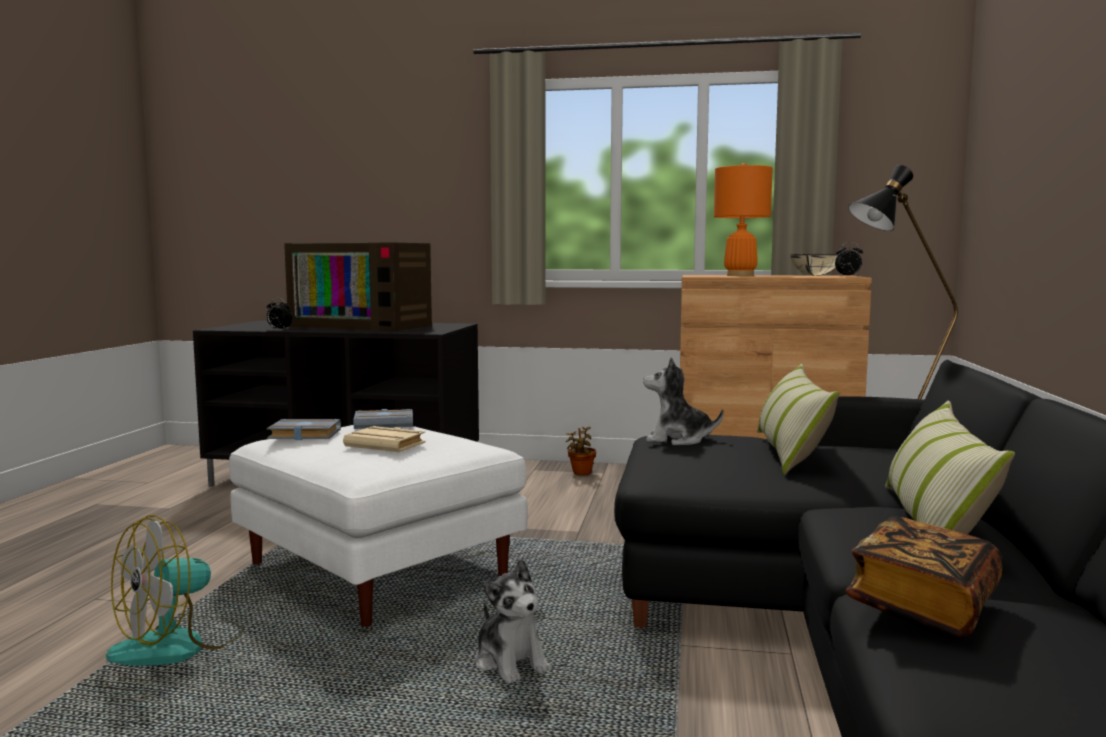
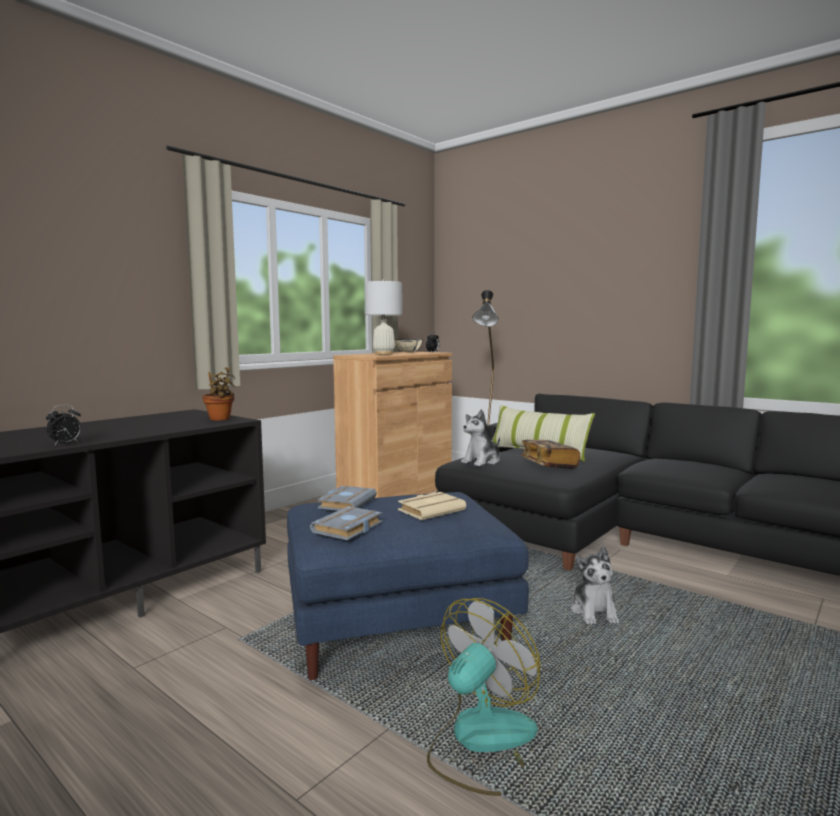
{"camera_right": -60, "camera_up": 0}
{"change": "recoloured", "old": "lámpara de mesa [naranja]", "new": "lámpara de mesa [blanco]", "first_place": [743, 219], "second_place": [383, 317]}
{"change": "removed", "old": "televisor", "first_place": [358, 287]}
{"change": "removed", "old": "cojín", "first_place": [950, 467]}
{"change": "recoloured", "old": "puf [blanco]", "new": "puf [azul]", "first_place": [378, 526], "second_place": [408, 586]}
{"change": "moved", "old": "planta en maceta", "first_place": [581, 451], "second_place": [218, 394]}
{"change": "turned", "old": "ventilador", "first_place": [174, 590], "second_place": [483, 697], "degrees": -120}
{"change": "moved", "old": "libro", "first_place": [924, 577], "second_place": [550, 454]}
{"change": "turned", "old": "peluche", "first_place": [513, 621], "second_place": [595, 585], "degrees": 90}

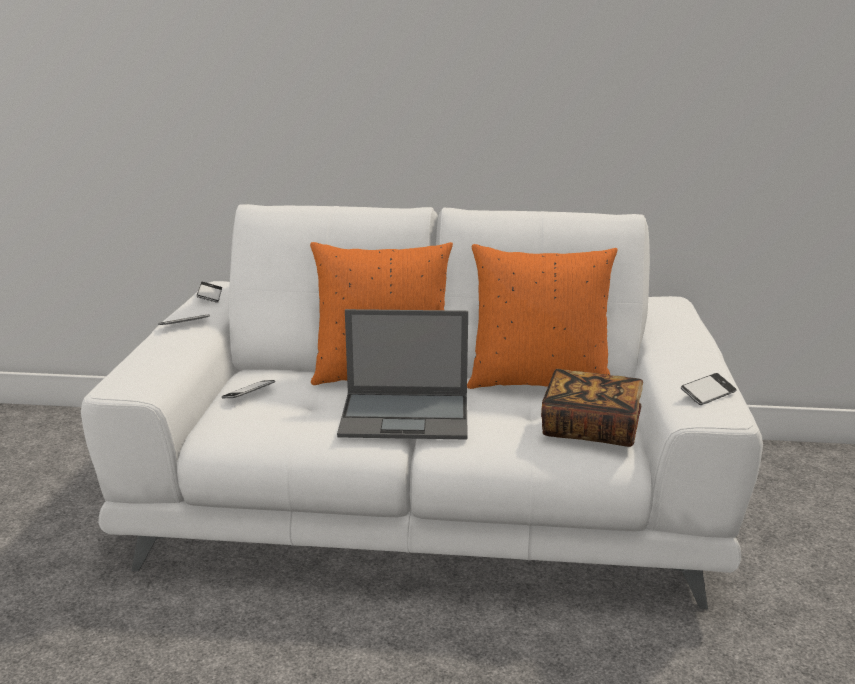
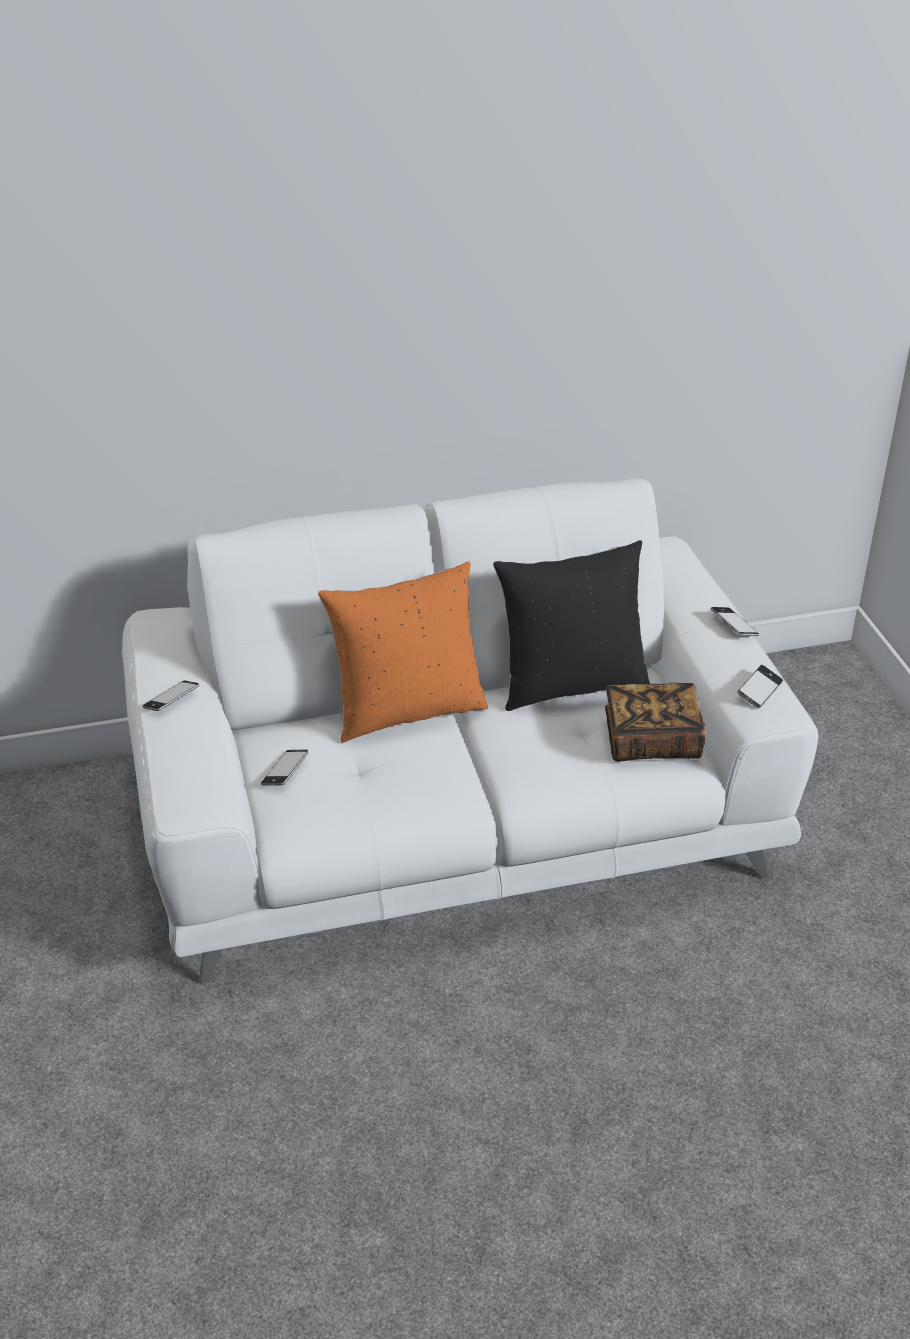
{"camera_right": -20, "camera_up": 15}
{"change": "recoloured", "old": "cojín [naranja]", "new": "cojín [negro]", "first_place": [542, 316], "second_place": [571, 625]}
{"change": "moved", "old": "móvil", "first_place": [209, 292], "second_place": [735, 621]}
{"change": "removed", "old": "portátil", "first_place": [402, 374]}

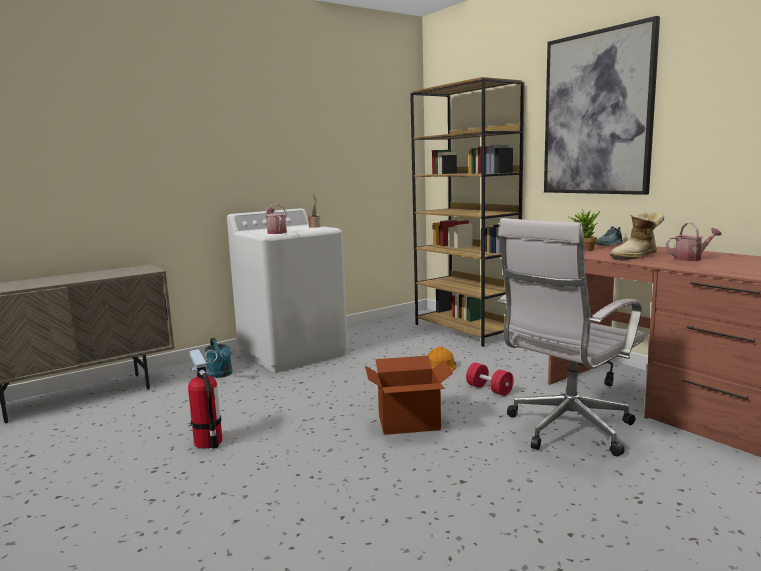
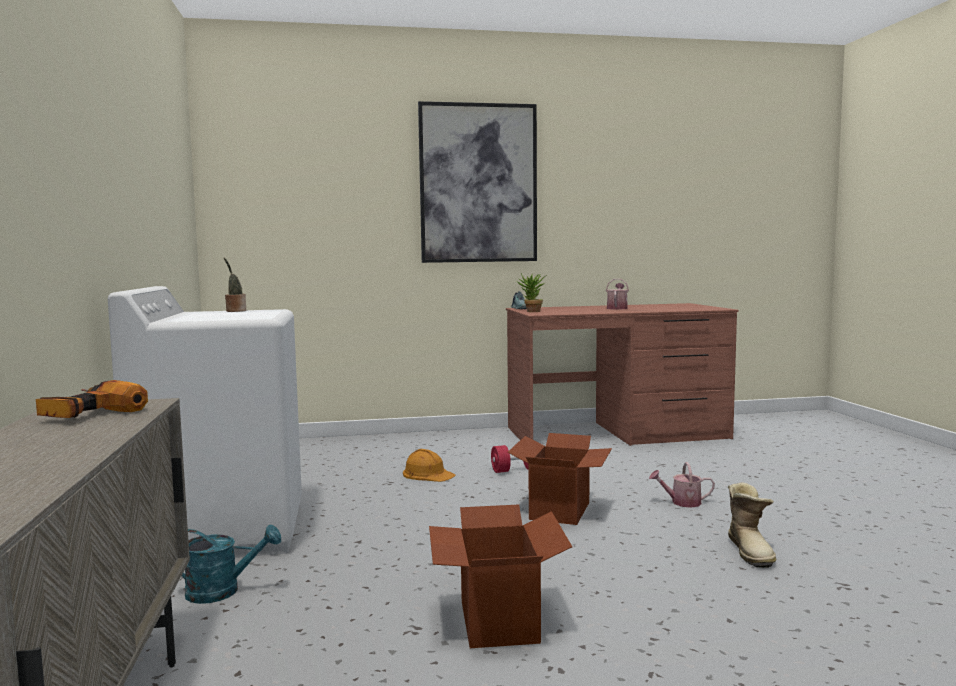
{"camera_right": -65, "camera_up": -5}
{"change": "removed", "old": "estantería [marrón]", "first_place": [467, 212]}
{"change": "moved", "old": "regadera", "first_place": [276, 219], "second_place": [682, 485]}
{"change": "moved", "old": "bota", "first_place": [637, 236], "second_place": [752, 525]}
{"change": "removed", "old": "silla de oficina [blanco]", "first_place": [571, 337]}
{"change": "replaced", "old": "extintor", "new": "caja de cartón", "first_place": [205, 399], "second_place": [500, 576]}
{"change": "added", "new": "taladro", "second_place": [92, 399]}

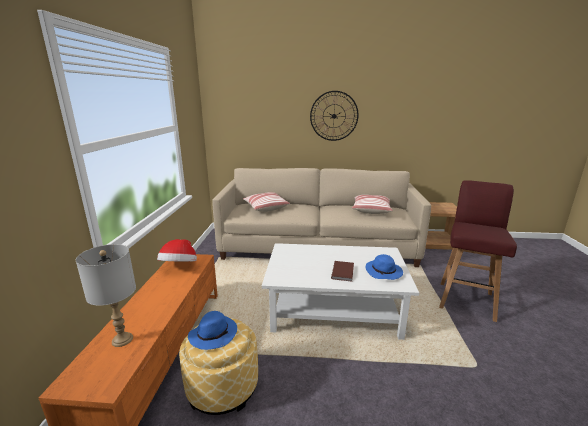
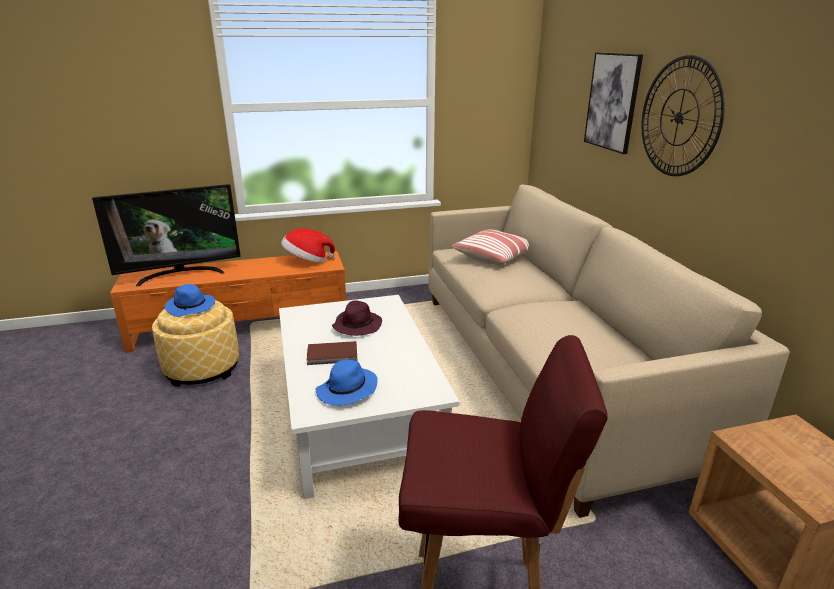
{"camera_right": 70, "camera_up": 5}
{"change": "removed", "old": "cojín", "first_place": [372, 204]}
{"change": "replaced", "old": "lámpara de mesa [gris]", "new": "televisor", "first_place": [106, 295], "second_place": [166, 235]}
{"change": "added", "new": "cuadro", "second_place": [613, 103]}
{"change": "added", "new": "sombrero [morado]", "second_place": [357, 318]}

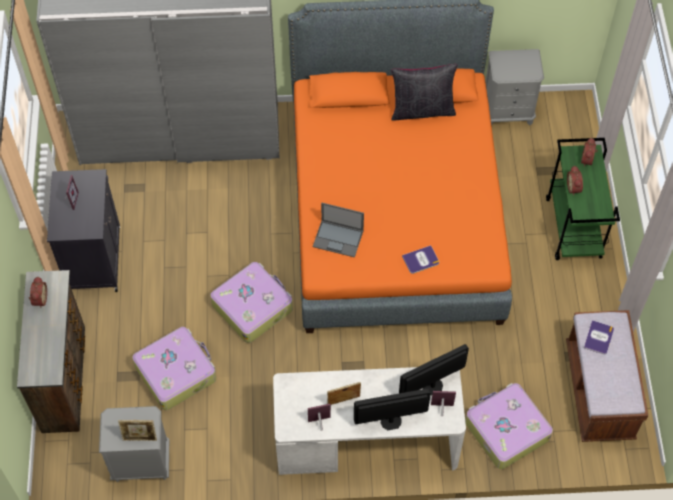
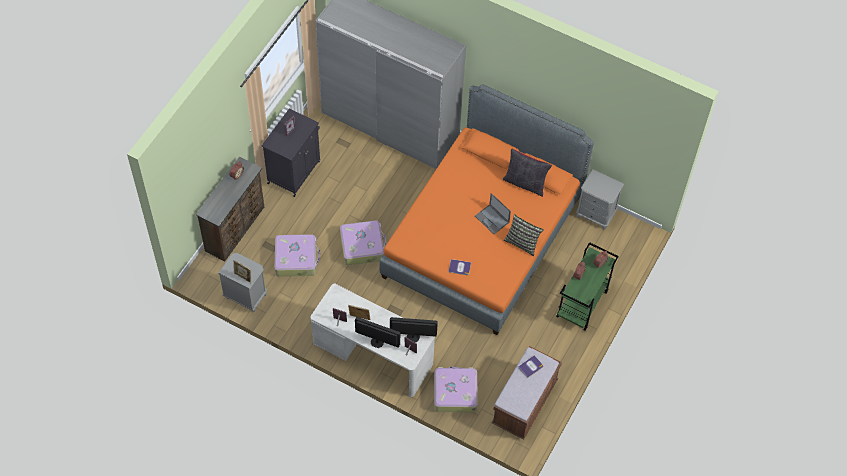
{"camera_right": 30, "camera_up": 0}
{"change": "moved", "old": "portátil", "first_place": [338, 230], "second_place": [493, 213]}
{"change": "added", "new": "cojín", "second_place": [524, 235]}

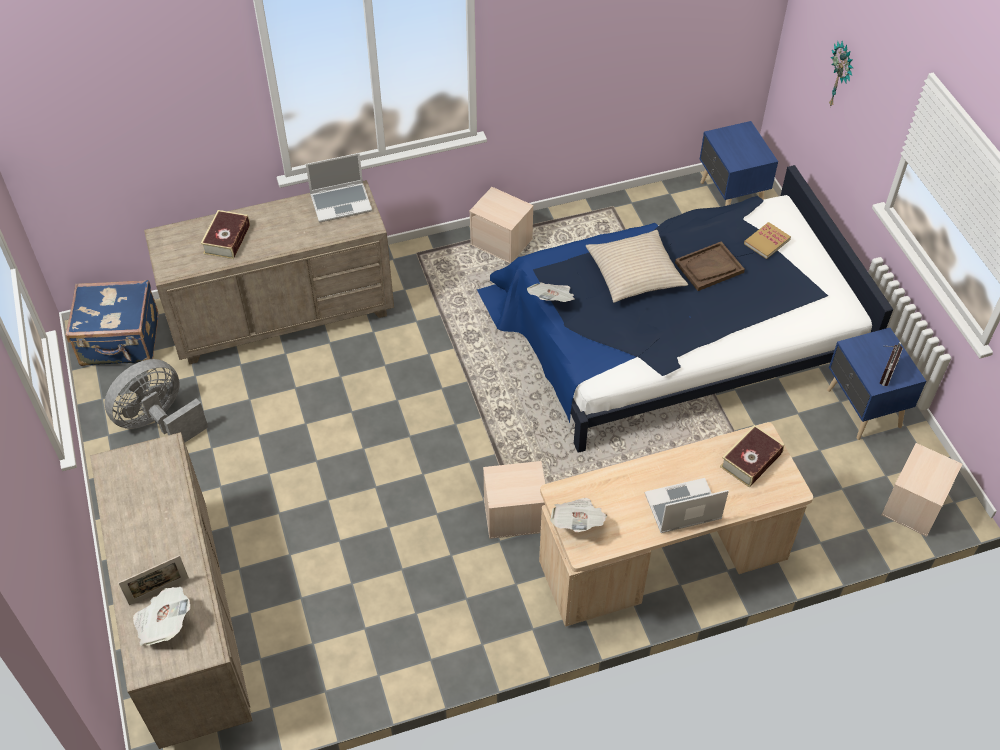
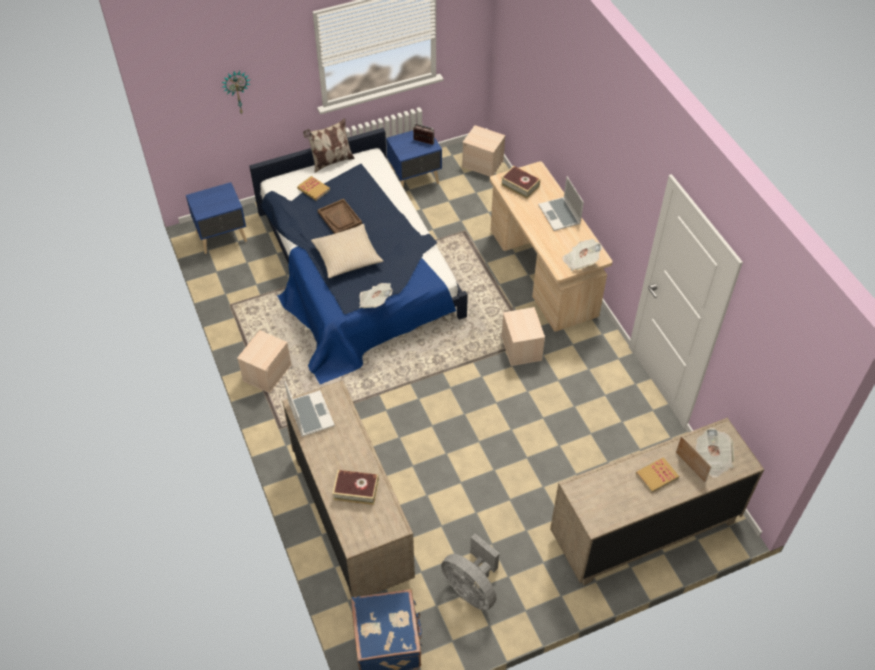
{"camera_right": -95, "camera_up": 0}
{"change": "added", "new": "cojín", "second_place": [329, 145]}
{"change": "added", "new": "libro", "second_place": [657, 475]}

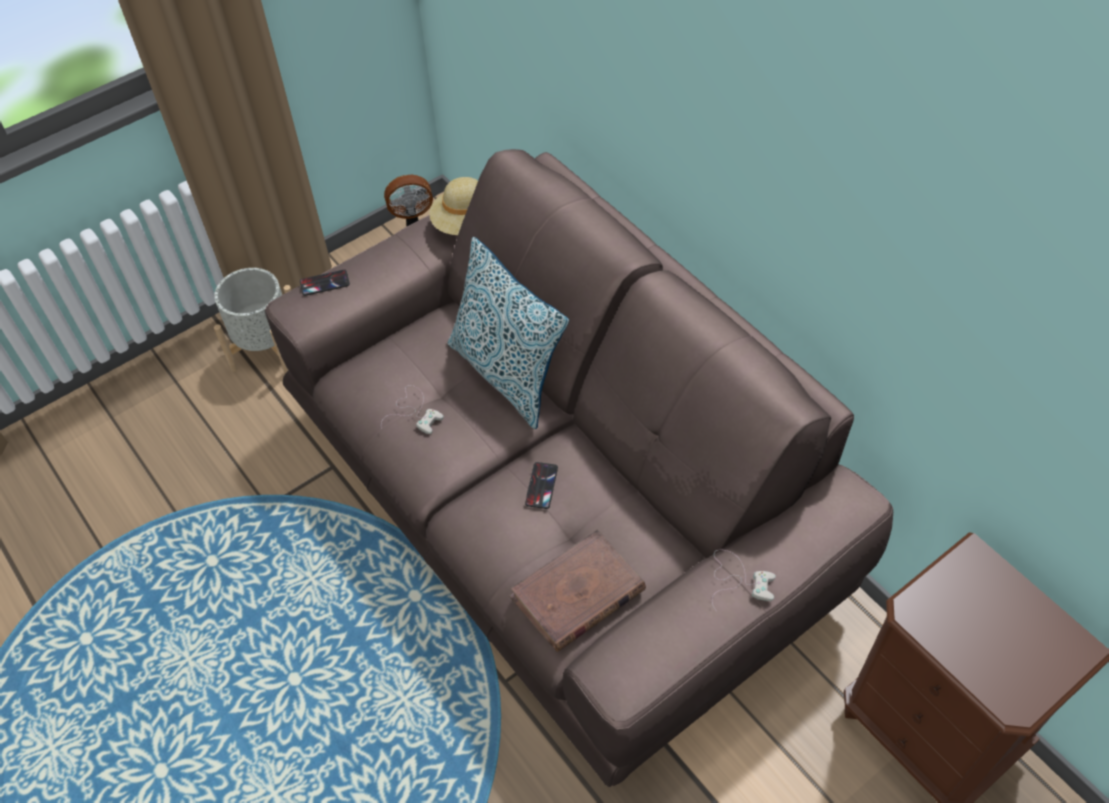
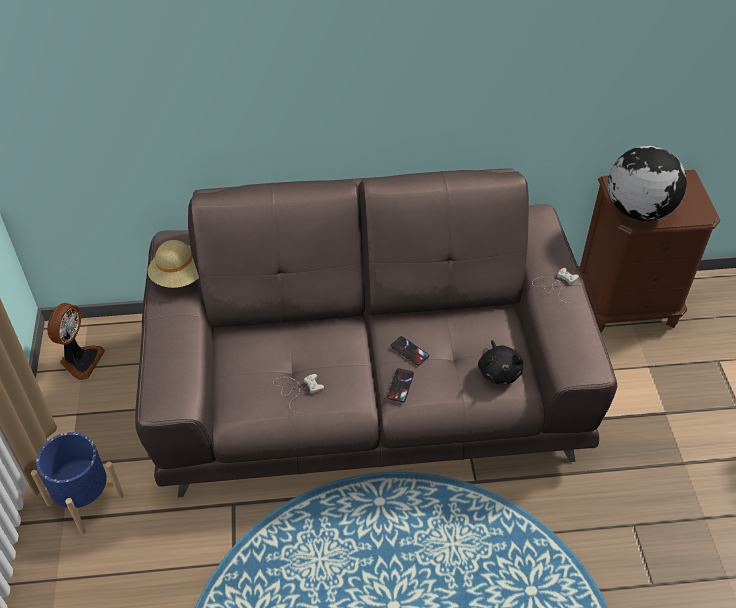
{"camera_right": -60, "camera_up": -5}
{"change": "removed", "old": "cojín", "first_place": [508, 333]}
{"change": "recoloured", "old": "maceta [gris]", "new": "maceta [azul]", "first_place": [252, 321], "second_place": [77, 483]}
{"change": "moved", "old": "móvil", "first_place": [325, 283], "second_place": [400, 385]}
{"change": "replaced", "old": "libro [marrón]", "new": "peluche [negro]", "first_place": [577, 590], "second_place": [500, 362]}
{"change": "added", "new": "globo terráqueo", "second_place": [647, 183]}

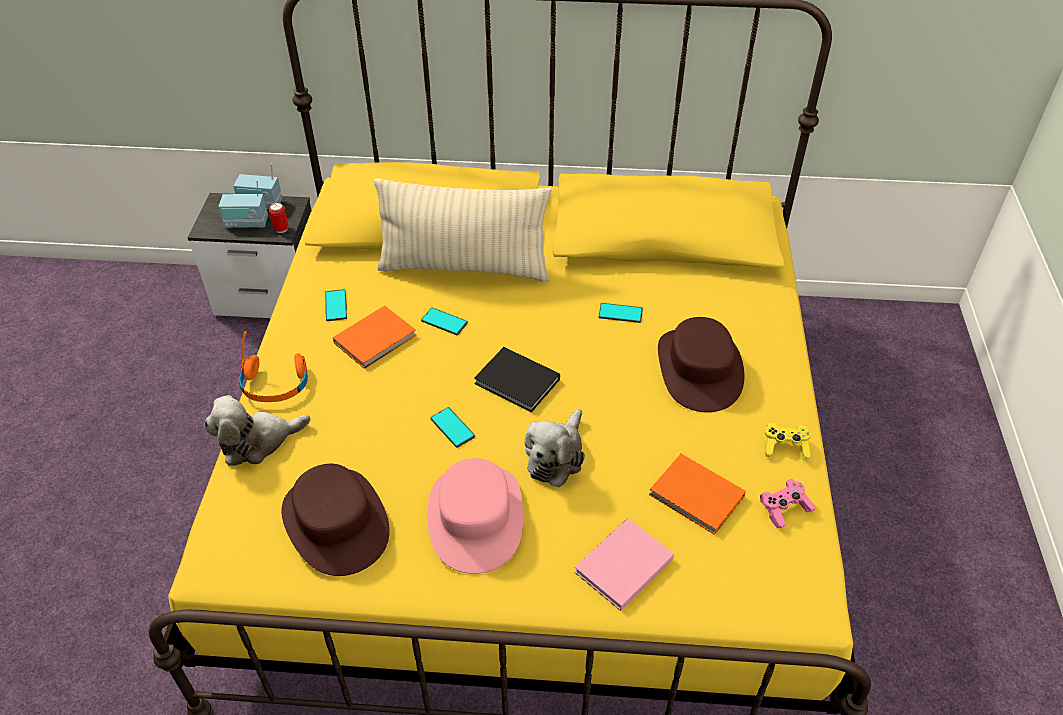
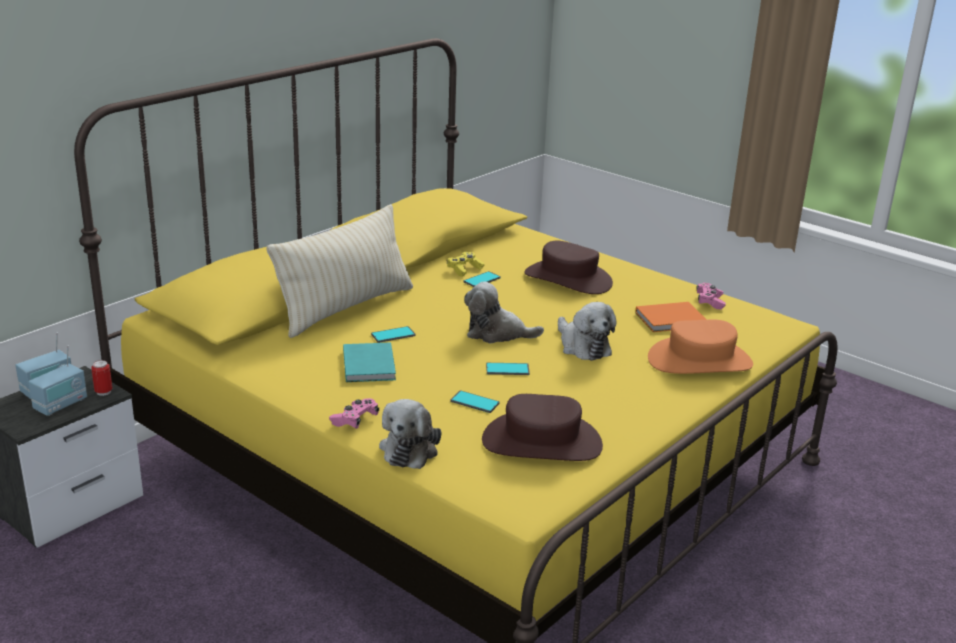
{"camera_right": -55, "camera_up": -20}
{"change": "moved", "old": "móvil", "first_place": [336, 305], "second_place": [475, 401]}
{"change": "recoloured", "old": "libro [naranja]", "new": "libro [turquesa]", "first_place": [375, 337], "second_place": [369, 362]}
{"change": "replaced", "old": "auriculares [naranja]", "new": "mando de consola [rosa]", "first_place": [273, 366], "second_place": [354, 413]}
{"change": "replaced", "old": "libro [negro]", "new": "peluche", "first_place": [517, 379], "second_place": [504, 312]}
{"change": "moved", "old": "mando de consola [amarillo]", "first_place": [787, 441], "second_place": [465, 264]}
{"change": "removed", "old": "sombrero [rosa]", "first_place": [475, 516]}
{"change": "replaced", "old": "libro [rosa]", "new": "sombrero [naranja]", "first_place": [624, 564], "second_place": [700, 347]}

